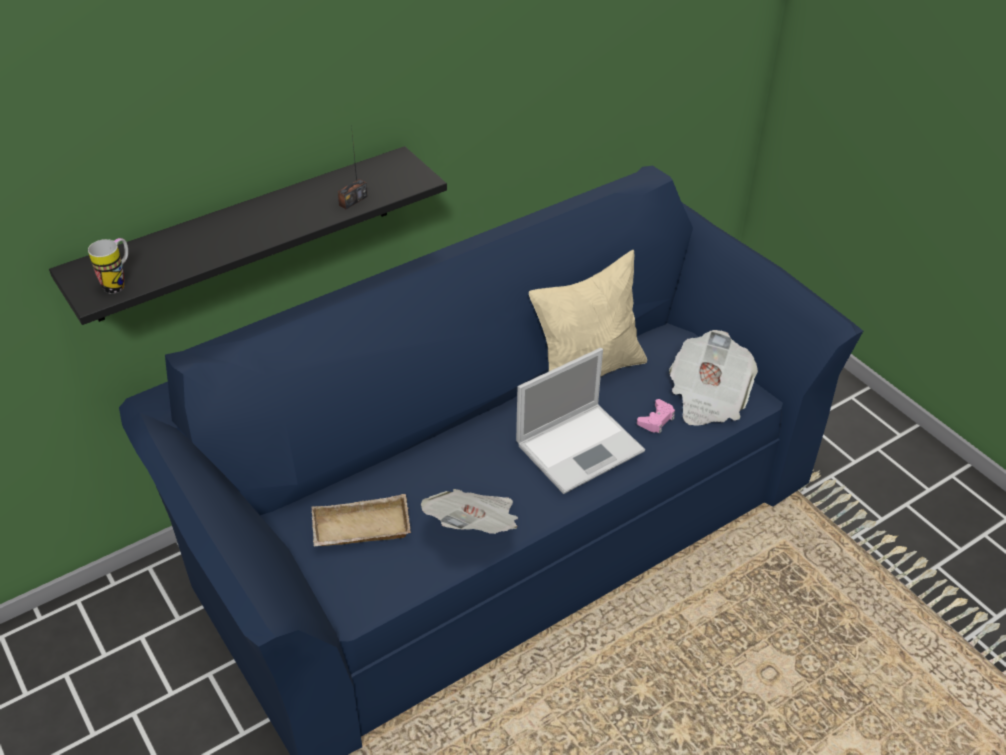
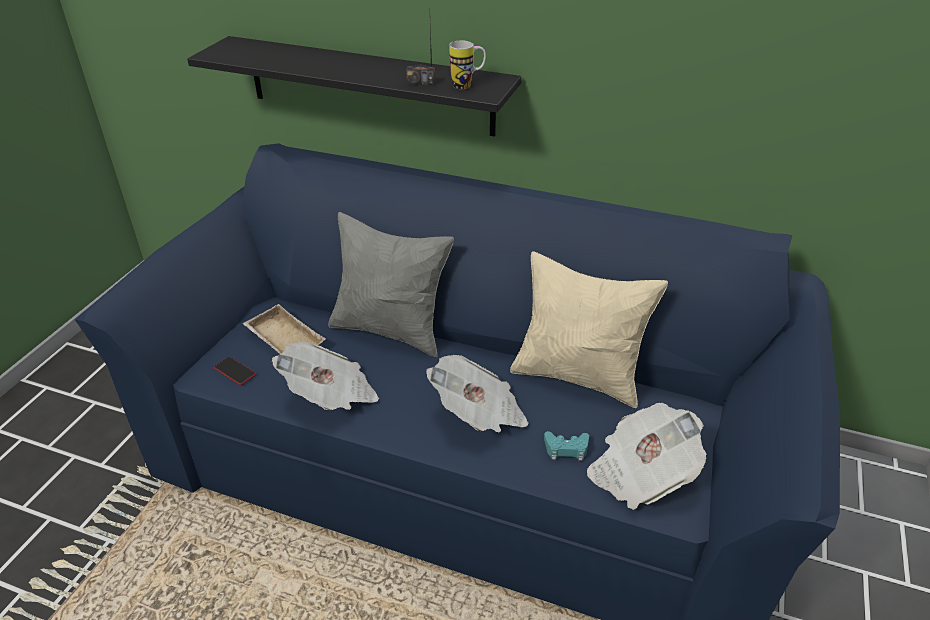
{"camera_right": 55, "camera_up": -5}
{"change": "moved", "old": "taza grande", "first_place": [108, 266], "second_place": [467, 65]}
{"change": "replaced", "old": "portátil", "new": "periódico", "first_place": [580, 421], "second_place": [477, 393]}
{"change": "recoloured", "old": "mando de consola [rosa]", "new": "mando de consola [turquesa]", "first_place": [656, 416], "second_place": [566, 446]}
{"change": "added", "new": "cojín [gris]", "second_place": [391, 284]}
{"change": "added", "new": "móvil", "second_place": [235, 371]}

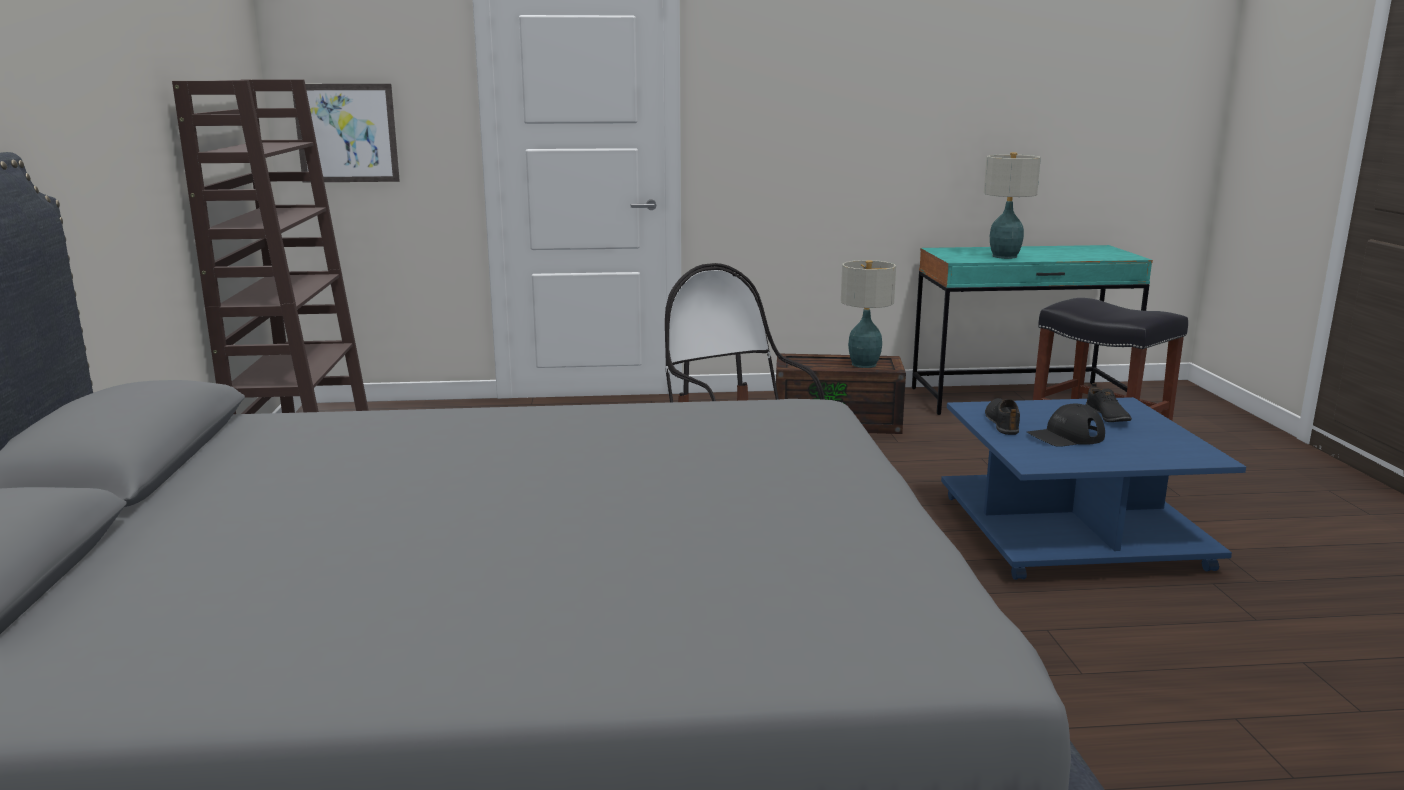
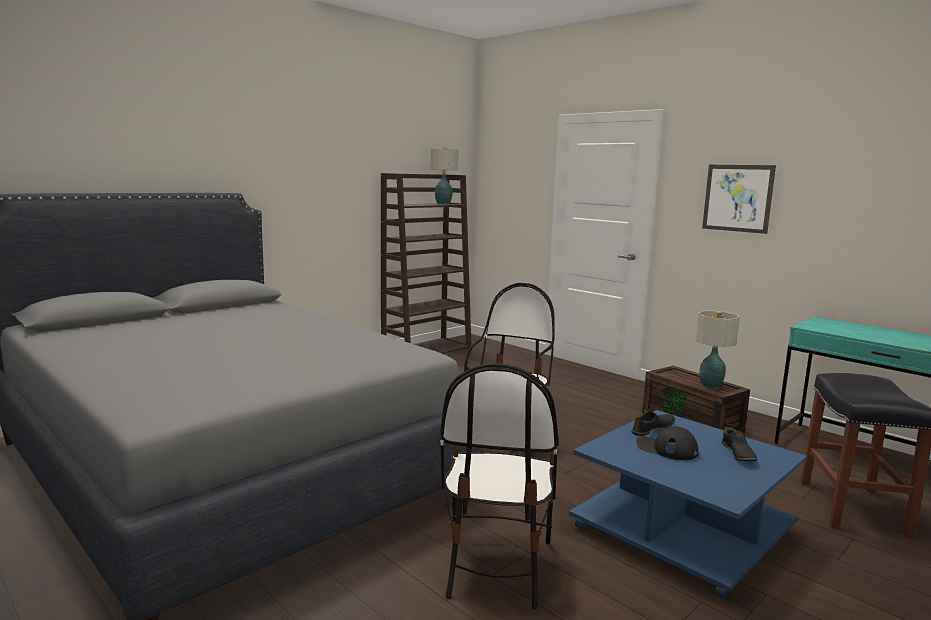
{"camera_right": 50, "camera_up": -5}
{"change": "moved", "old": "cuadro", "first_place": [346, 133], "second_place": [739, 199]}
{"change": "moved", "old": "lámpara de mesa", "first_place": [1012, 205], "second_place": [444, 176]}
{"change": "turned", "old": "zapato [negro]", "first_place": [1109, 402], "second_place": [740, 442], "degrees": -45}
{"change": "added", "new": "silla", "second_place": [499, 486]}

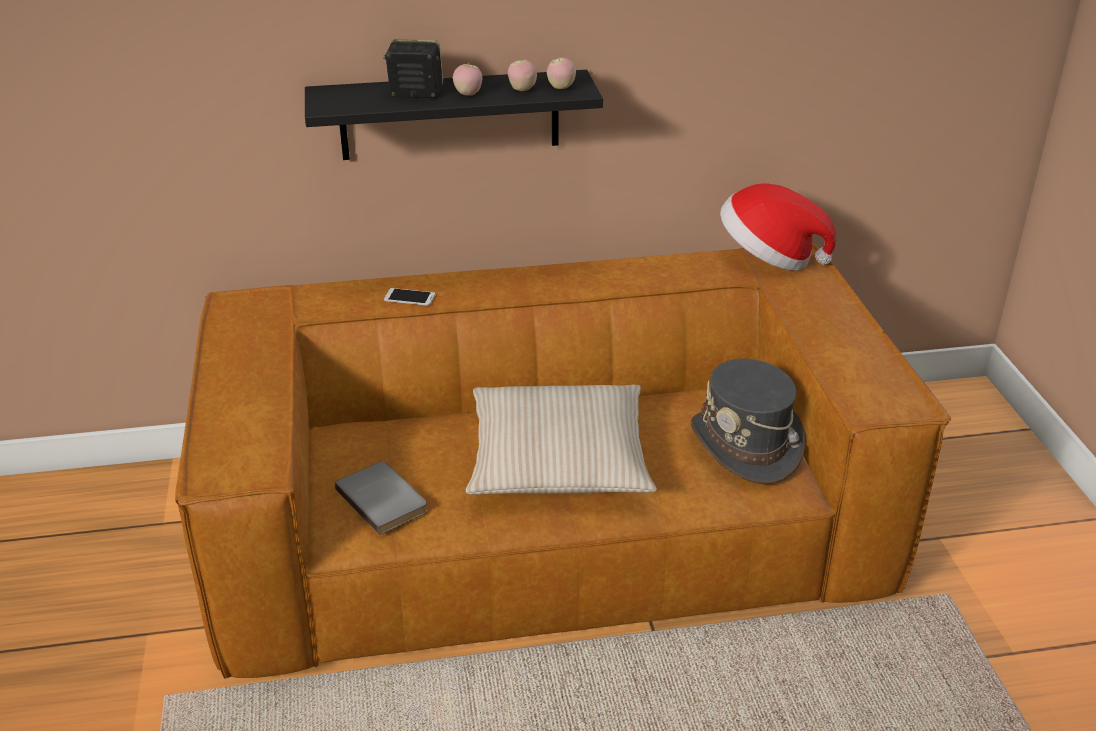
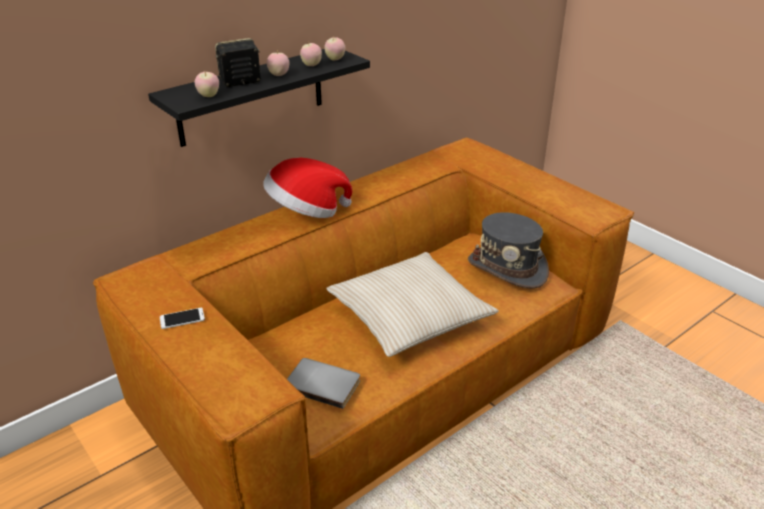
{"camera_right": -30, "camera_up": 0}
{"change": "moved", "old": "sombrero", "first_place": [778, 227], "second_place": [307, 188]}
{"change": "moved", "old": "móvil", "first_place": [409, 297], "second_place": [182, 318]}
{"change": "added", "new": "manzana", "second_place": [207, 84]}

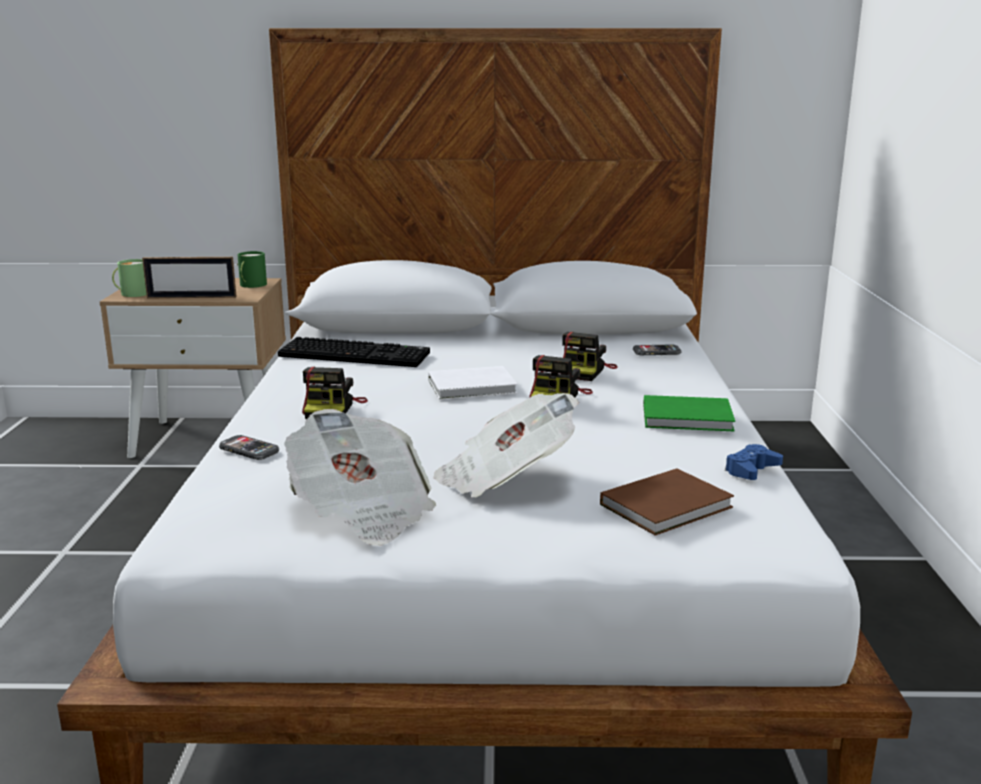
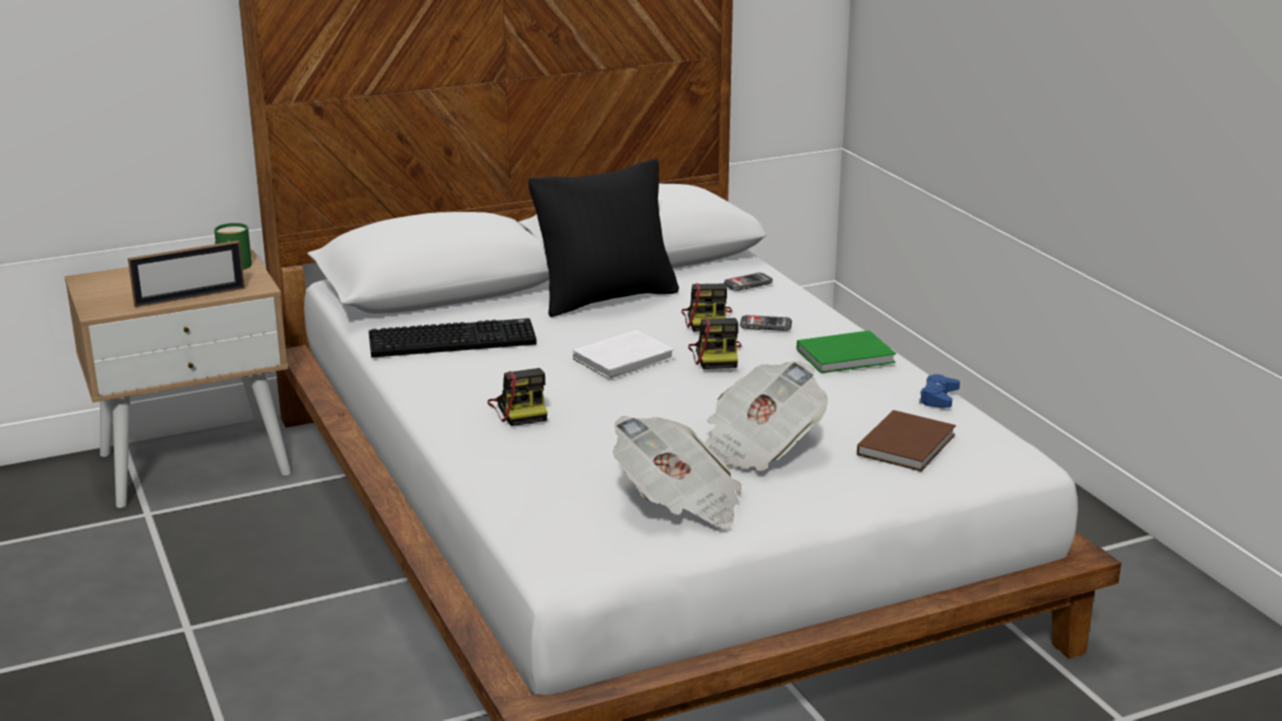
{"camera_right": -25, "camera_up": 5}
{"change": "removed", "old": "taza grande [verde]", "first_place": [129, 278]}
{"change": "moved", "old": "móvil", "first_place": [249, 447], "second_place": [766, 323]}
{"change": "added", "new": "cojín [negro]", "second_place": [603, 238]}

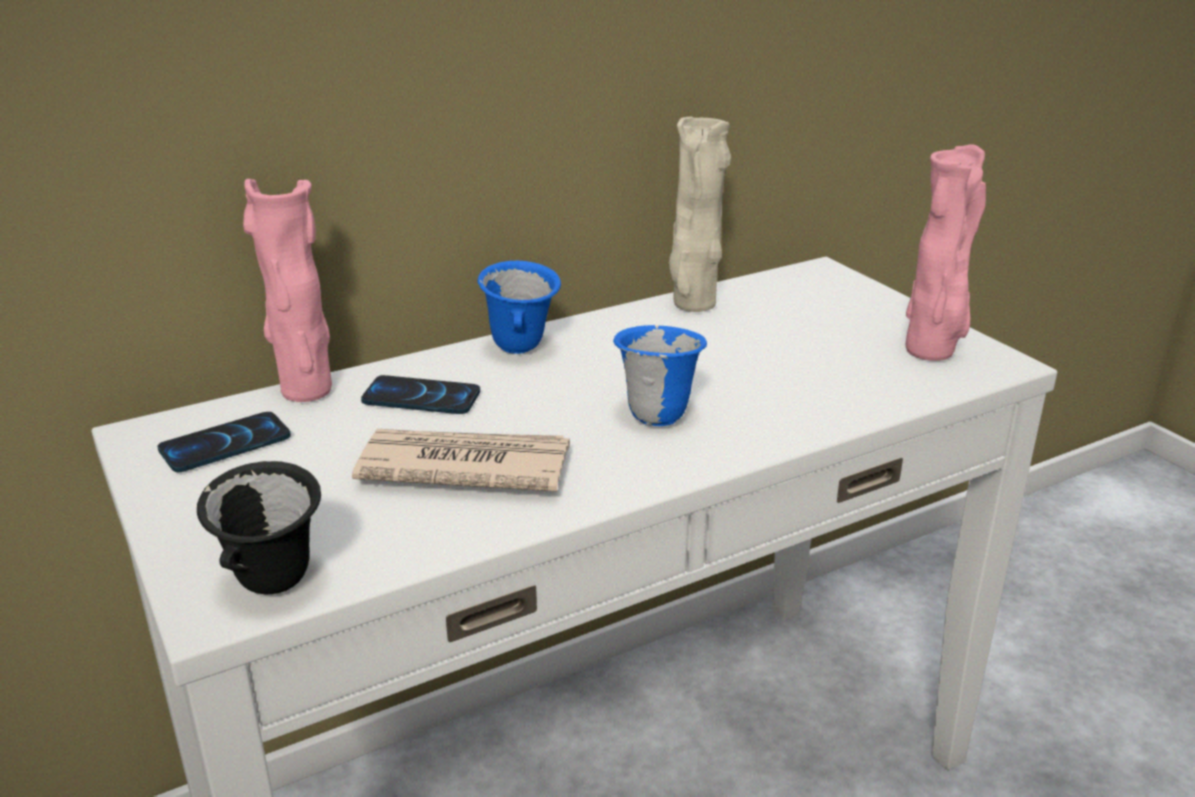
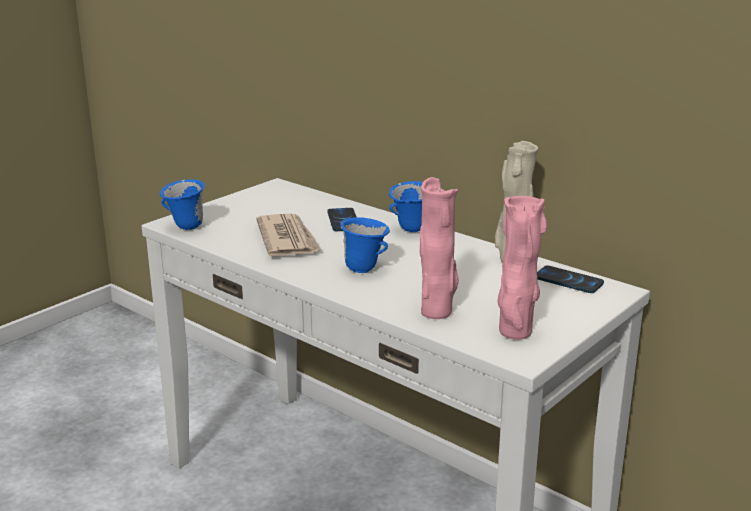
{"camera_right": 70, "camera_up": -5}
{"change": "moved", "old": "florero [rosa]", "first_place": [287, 290], "second_place": [439, 248]}
{"change": "moved", "old": "móvil", "first_place": [224, 442], "second_place": [570, 279]}
{"change": "recoloured", "old": "taza grande [negro]", "new": "taza grande [azul]", "first_place": [259, 527], "second_place": [182, 204]}

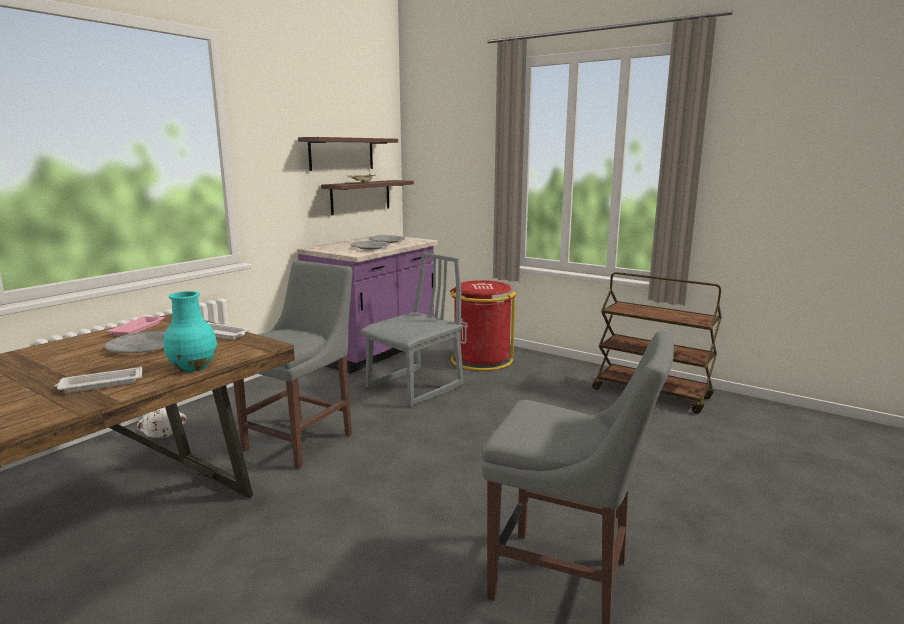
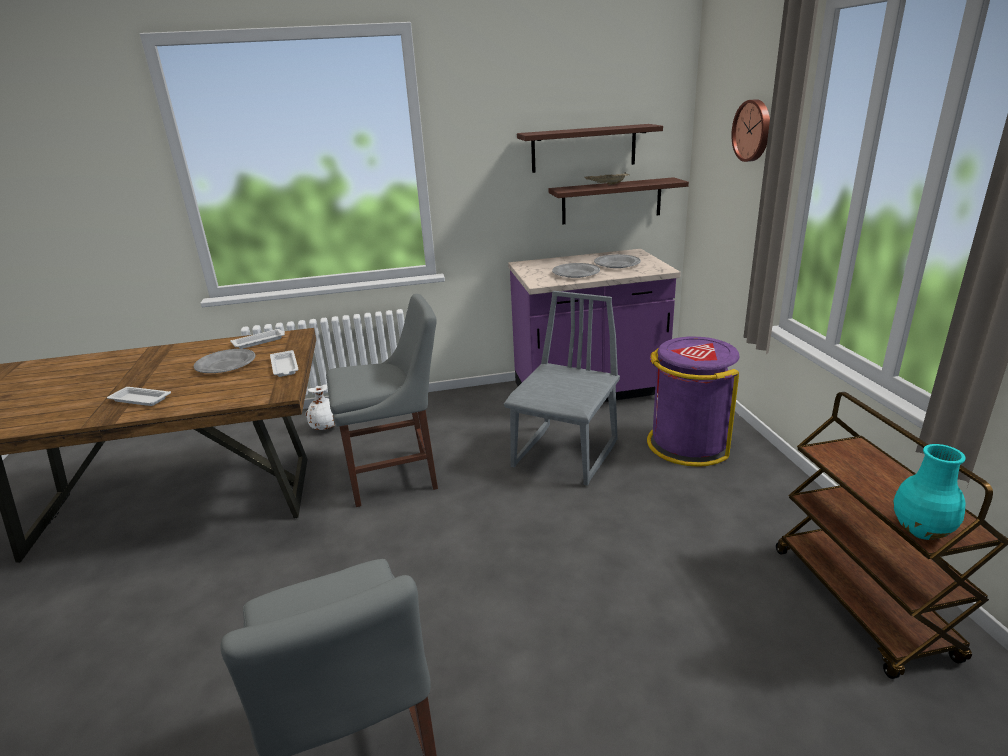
{"camera_right": 45, "camera_up": 10}
{"change": "turned", "old": "silla [gris]", "first_place": [412, 329], "second_place": [562, 388], "degrees": -60}
{"change": "recoloured", "old": "papelera [rojo]", "new": "papelera [morado]", "first_place": [483, 325], "second_place": [693, 401]}
{"change": "moved", "old": "florero [turquesa]", "first_place": [190, 331], "second_place": [929, 492]}
{"change": "recoloured", "old": "bandeja [rosa]", "new": "bandeja [blanco]", "first_place": [135, 326], "second_place": [257, 339]}
{"change": "added", "new": "reloj de pared", "second_place": [750, 130]}

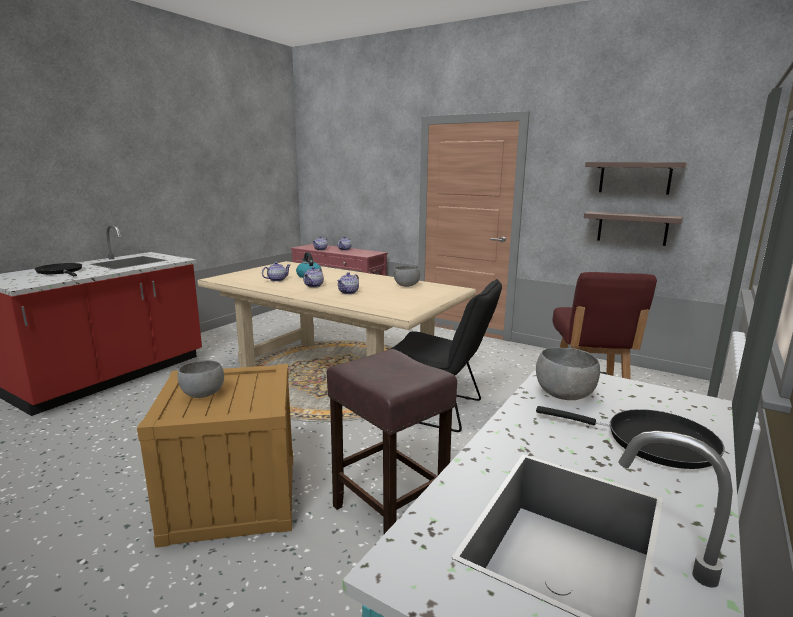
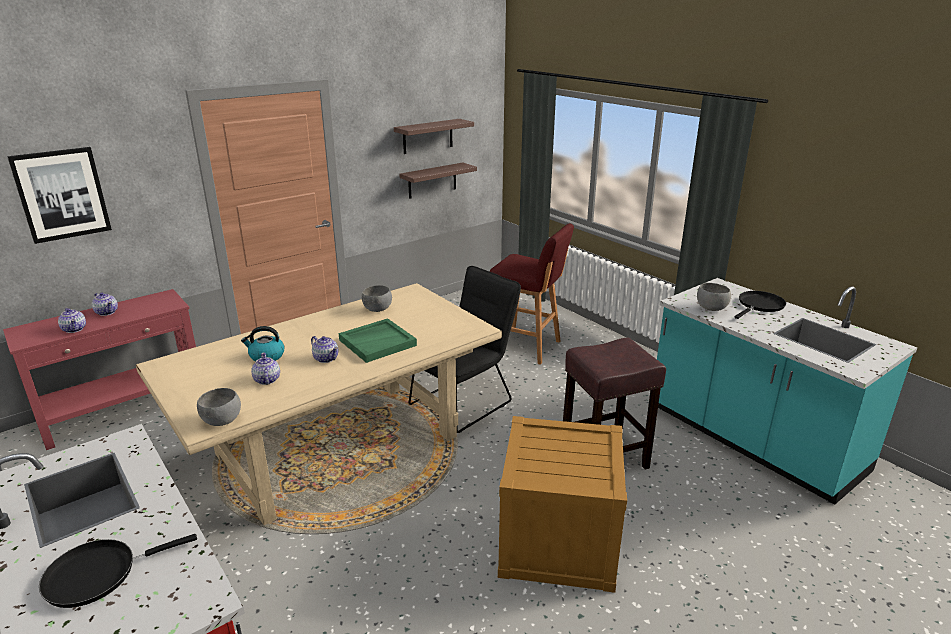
{"camera_right": -70, "camera_up": 10}
{"change": "replaced", "old": "tetera", "new": "bandeja [verde]", "first_place": [348, 283], "second_place": [378, 340]}
{"change": "moved", "old": "cuenco [gris]", "first_place": [201, 379], "second_place": [219, 407]}
{"change": "added", "new": "cuadro", "second_place": [59, 195]}

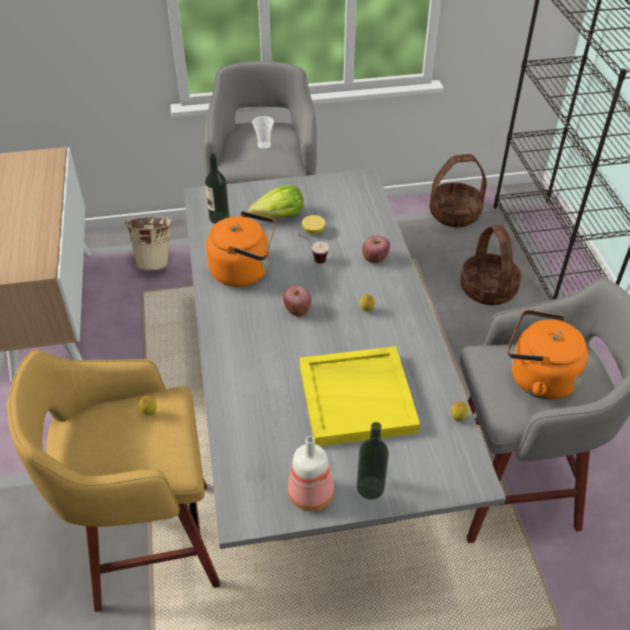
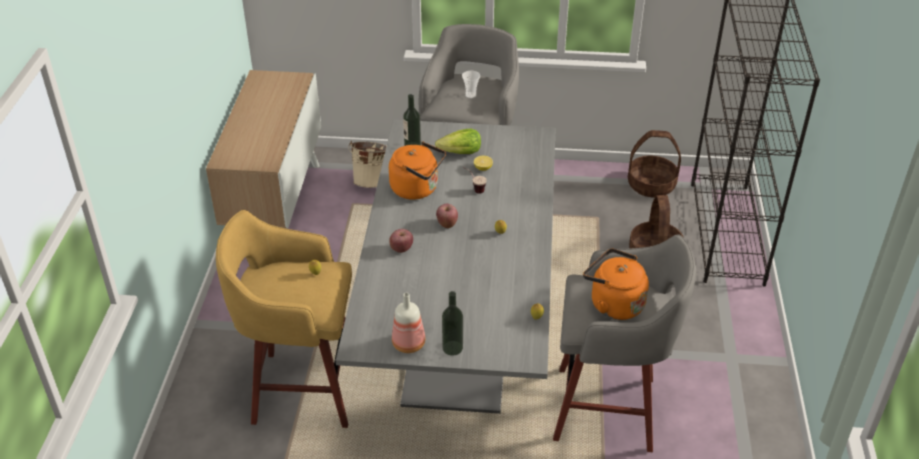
{"camera_right": 15, "camera_up": -5}
{"change": "moved", "old": "manzana", "first_place": [376, 249], "second_place": [401, 241]}
{"change": "removed", "old": "bandeja [amarillo]", "first_place": [360, 396]}

